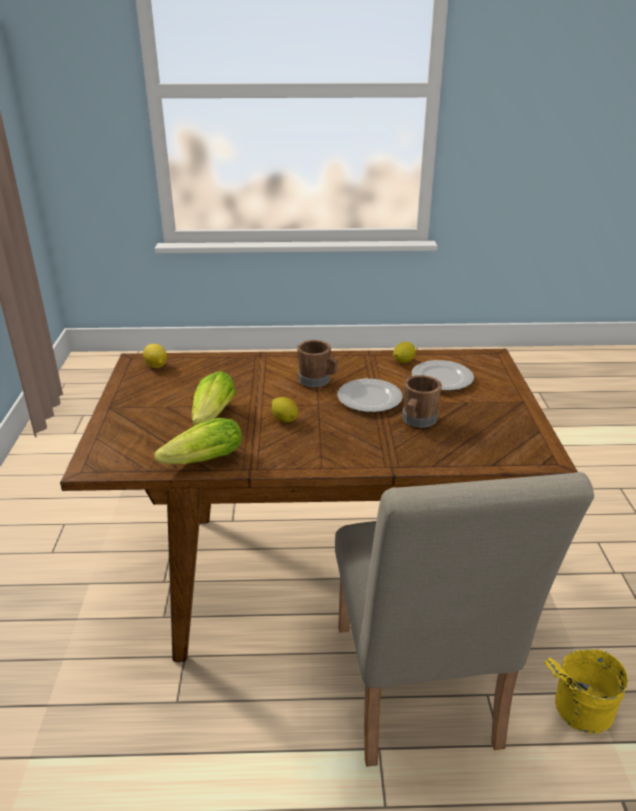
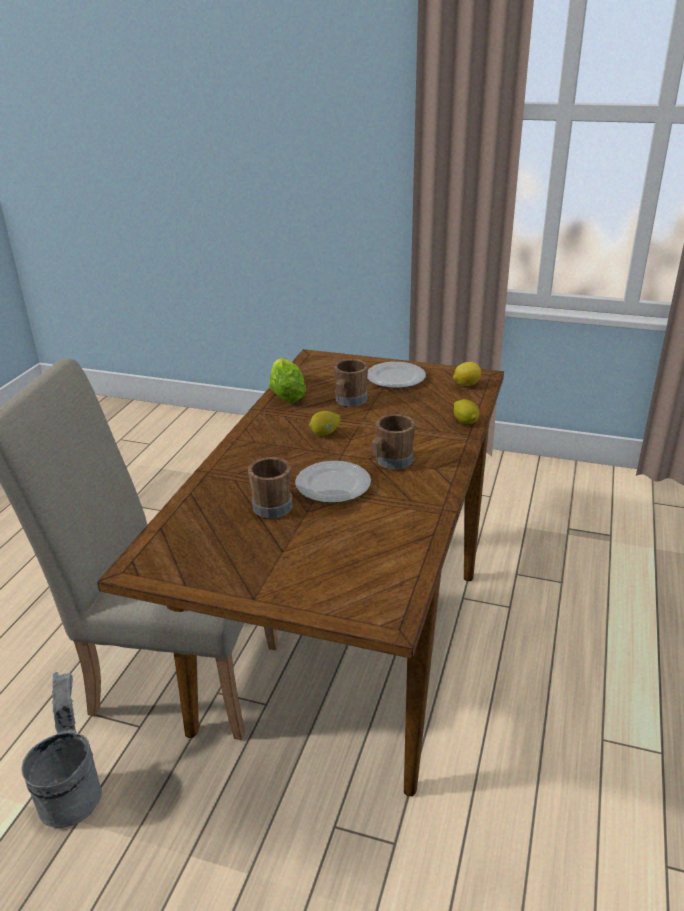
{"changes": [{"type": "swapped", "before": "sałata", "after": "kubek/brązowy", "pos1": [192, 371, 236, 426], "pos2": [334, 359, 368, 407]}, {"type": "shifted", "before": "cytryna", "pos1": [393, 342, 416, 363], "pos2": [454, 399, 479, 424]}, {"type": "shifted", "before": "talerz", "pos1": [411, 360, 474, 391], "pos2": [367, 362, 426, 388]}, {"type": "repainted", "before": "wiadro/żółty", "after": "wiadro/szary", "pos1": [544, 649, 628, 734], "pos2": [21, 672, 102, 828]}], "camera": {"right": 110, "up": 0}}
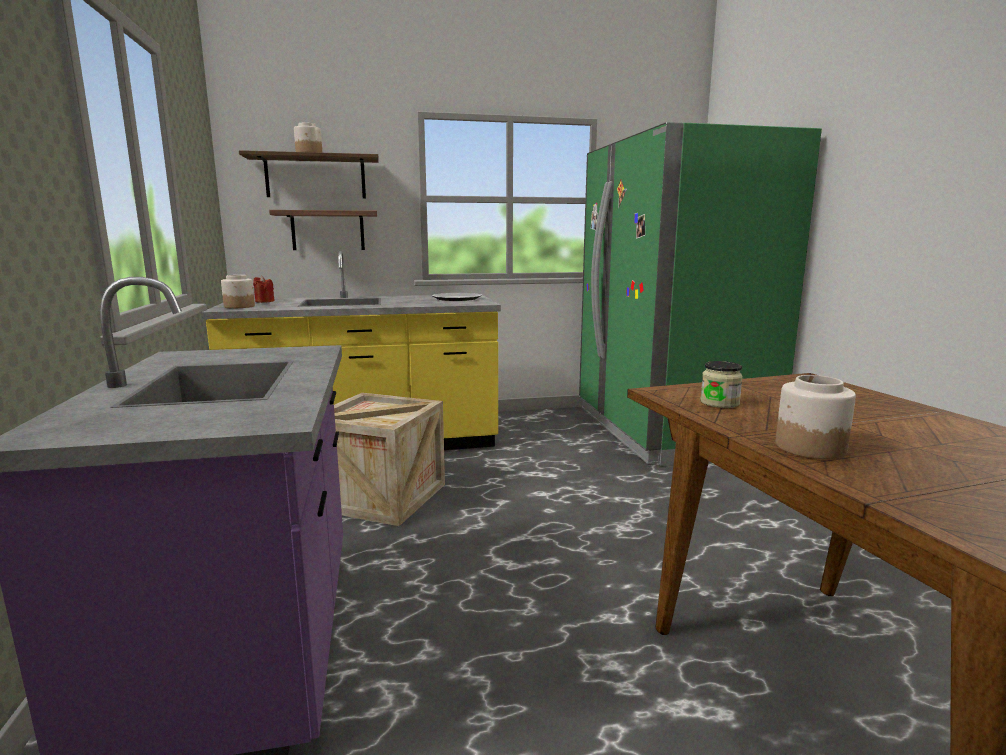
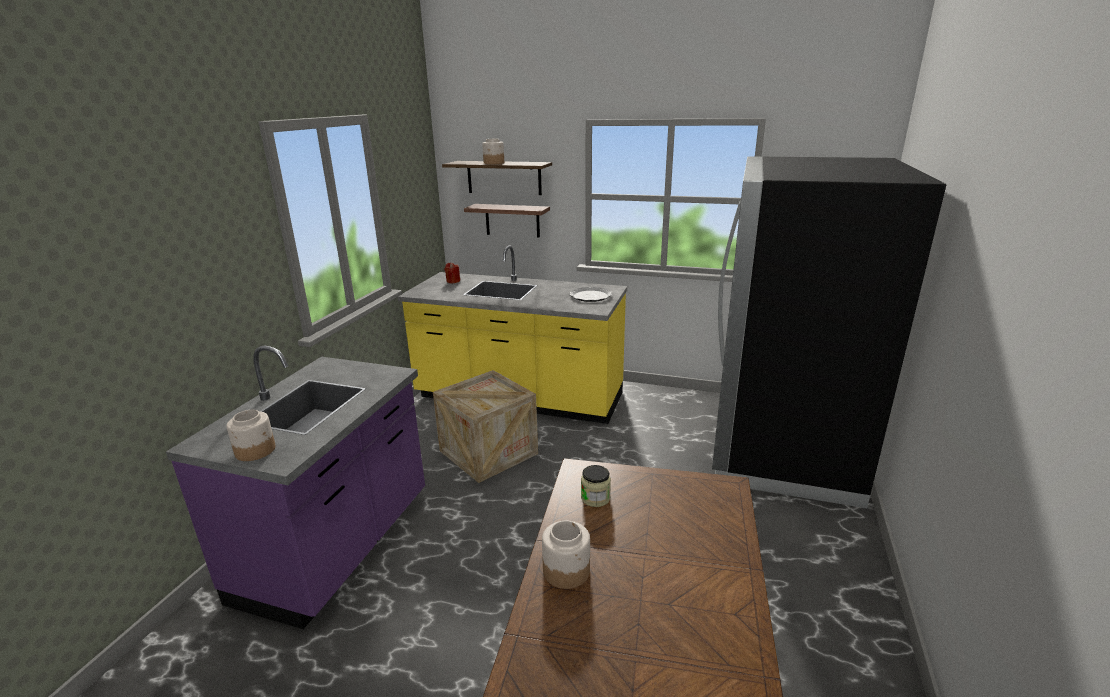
{"changes": [{"type": "shifted", "before": "słoik", "pos1": [221, 275, 255, 308], "pos2": [226, 410, 276, 461]}, {"type": "repainted", "before": "lodówka/zielony", "after": "lodówka/czarny", "pos1": [579, 122, 822, 466], "pos2": [712, 156, 946, 508]}], "camera": {"right": 30, "up": 10}}
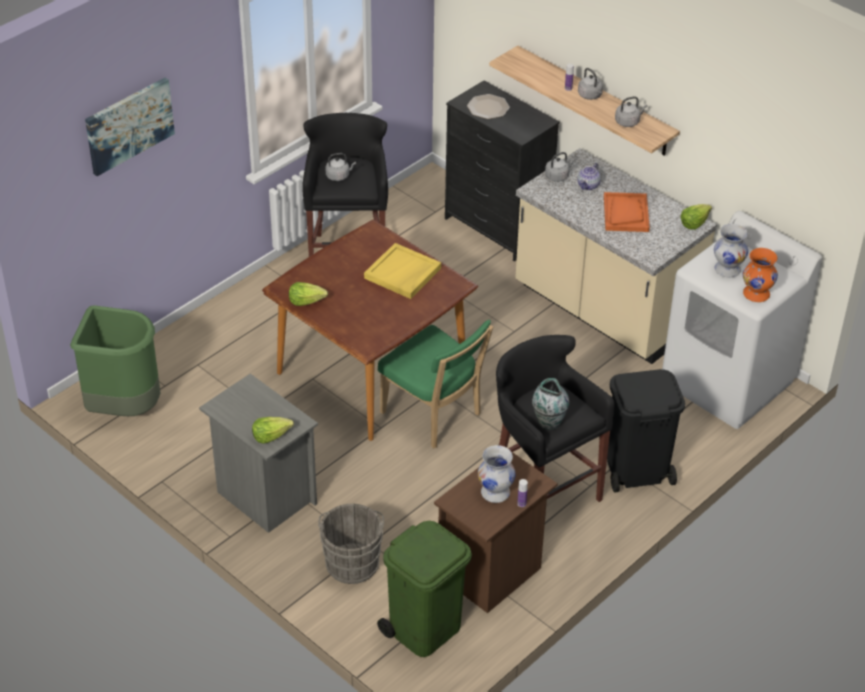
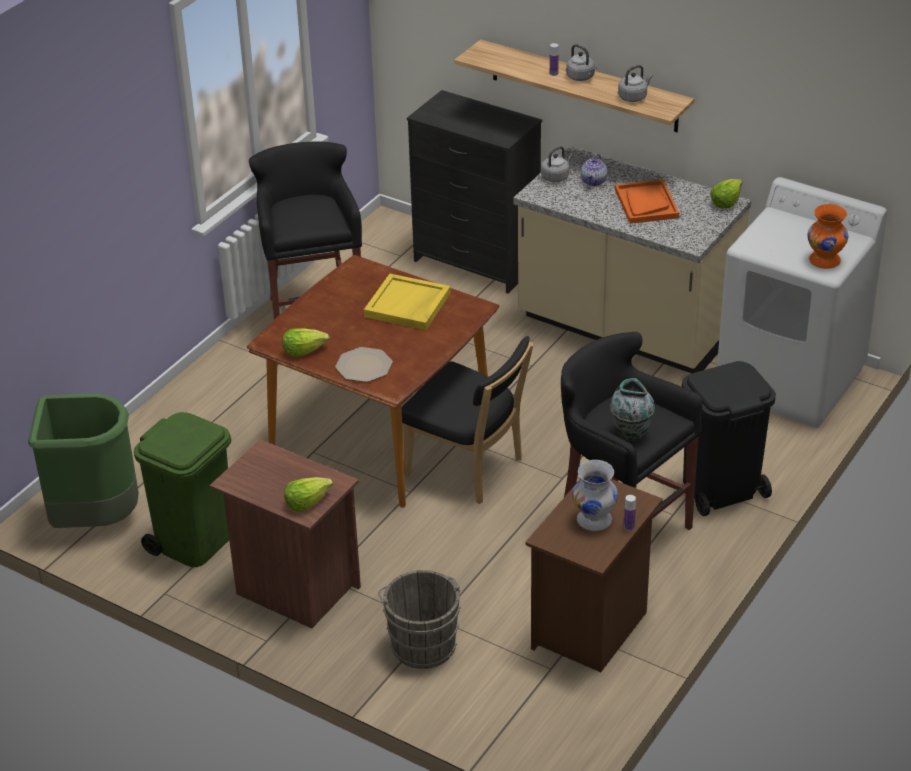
{"changes": [{"type": "gone", "before": "obraz", "pos1": [85, 78, 175, 176]}, {"type": "repainted", "before": "szafka nocna/szary", "after": "szafka nocna/brązowy", "pos1": [199, 374, 318, 533], "pos2": [210, 439, 361, 629]}, {"type": "gone", "before": "czajnik/szary", "pos1": [325, 153, 356, 181]}, {"type": "shifted", "before": "kosz na śmieci/zielony", "pos1": [377, 521, 472, 657], "pos2": [134, 412, 231, 567]}, {"type": "repainted", "before": "krzesło/zielony", "after": "krzesło/czarny", "pos1": [378, 320, 494, 449], "pos2": [402, 336, 534, 504]}, {"type": "shifted", "before": "talerz", "pos1": [467, 94, 510, 119], "pos2": [335, 347, 393, 382]}, {"type": "gone", "before": "wazon/biały", "pos1": [714, 224, 748, 278]}], "camera": {"right": -10, "up": -5}}
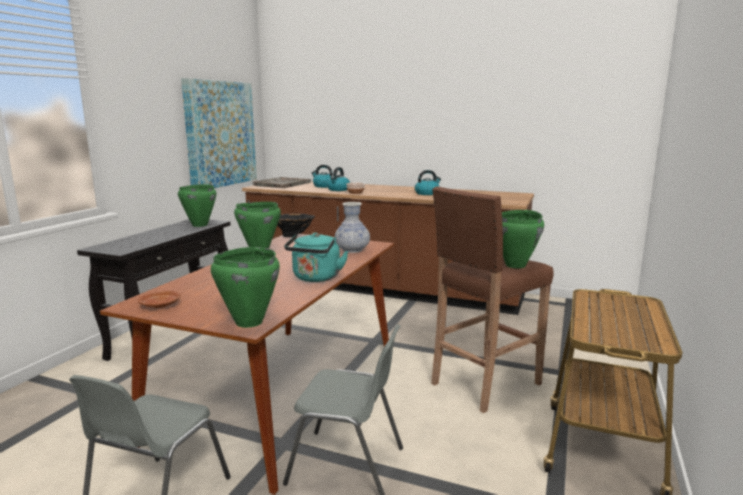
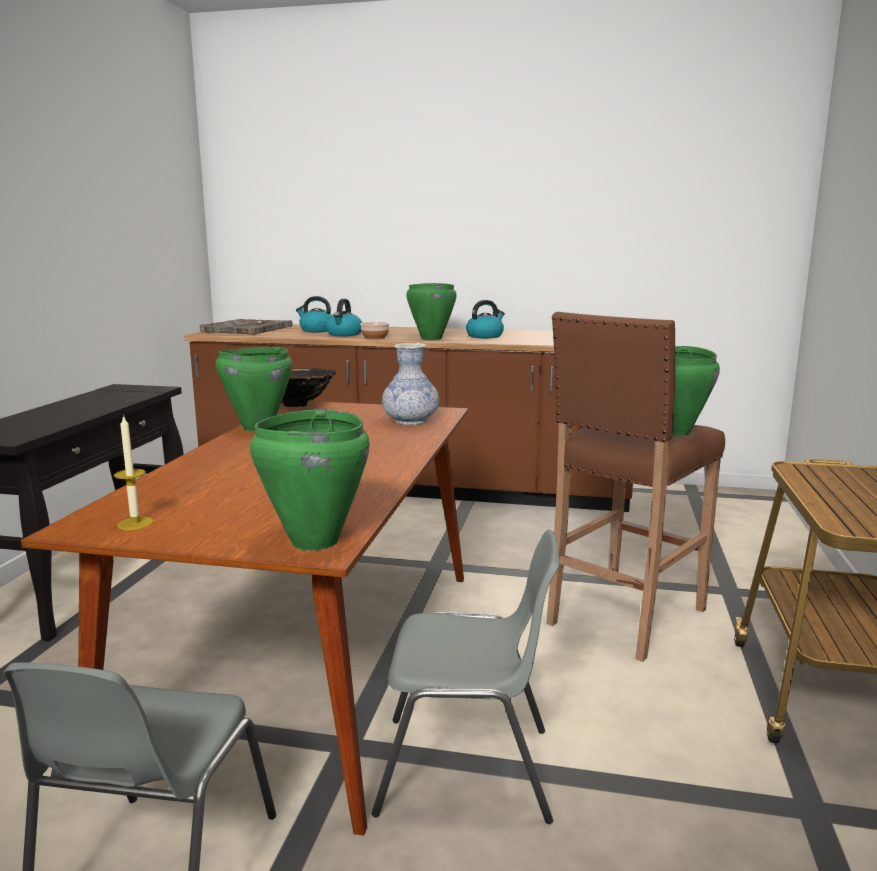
{"changes": [{"type": "swapped", "before": "talerz/brązowy", "after": "świeca", "pos1": [138, 291, 181, 308], "pos2": [114, 415, 154, 530]}, {"type": "shifted", "before": "garnek/zielony", "pos1": [178, 184, 216, 227], "pos2": [406, 283, 457, 340]}, {"type": "gone", "before": "obraz", "pos1": [181, 78, 257, 188]}, {"type": "gone", "before": "czajnik/turkusowy", "pos1": [284, 233, 349, 282]}], "camera": {"right": -10, "up": 0}}
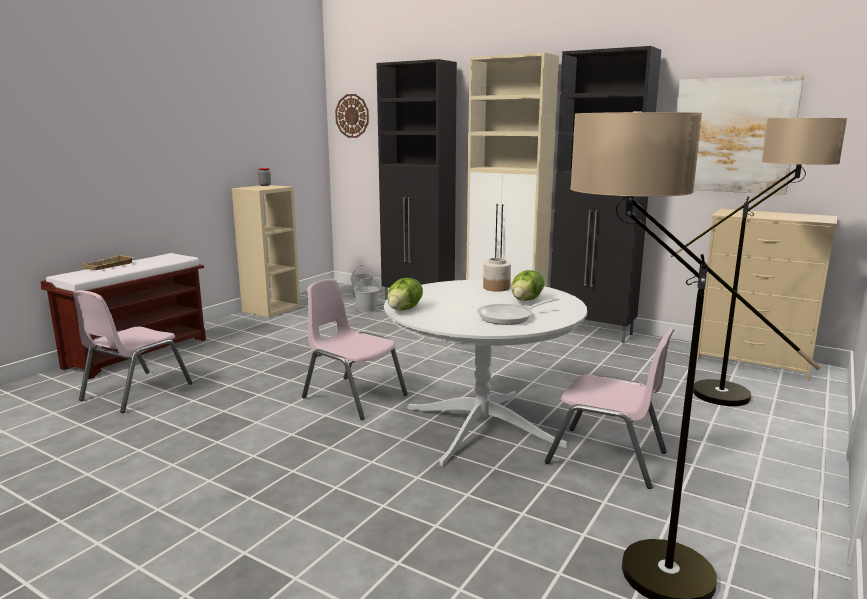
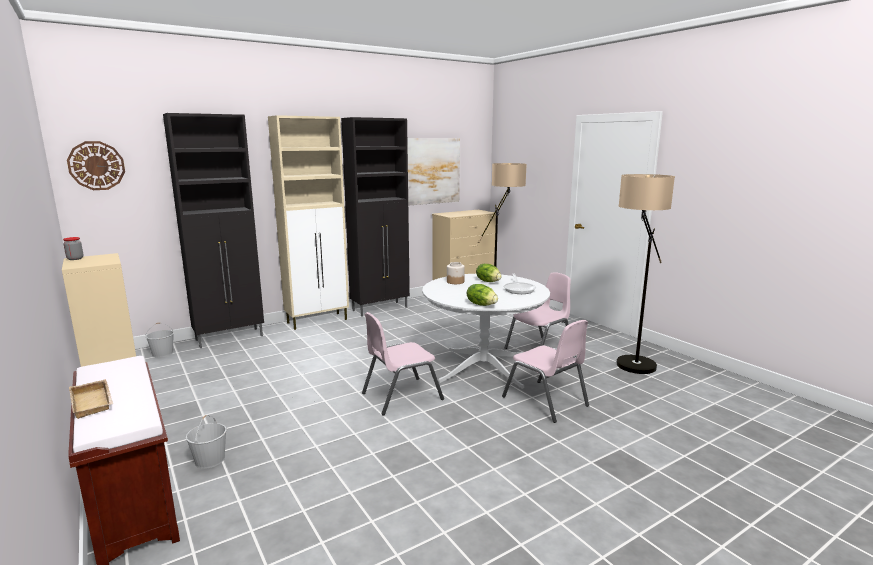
{"changes": [{"type": "shifted", "before": "krzesło/różowy", "pos1": [73, 290, 193, 413], "pos2": [502, 320, 589, 423]}, {"type": "shifted", "before": "wiadro/biały", "pos1": [354, 277, 380, 312], "pos2": [186, 415, 227, 469]}], "camera": {"right": -65, "up": 0}}
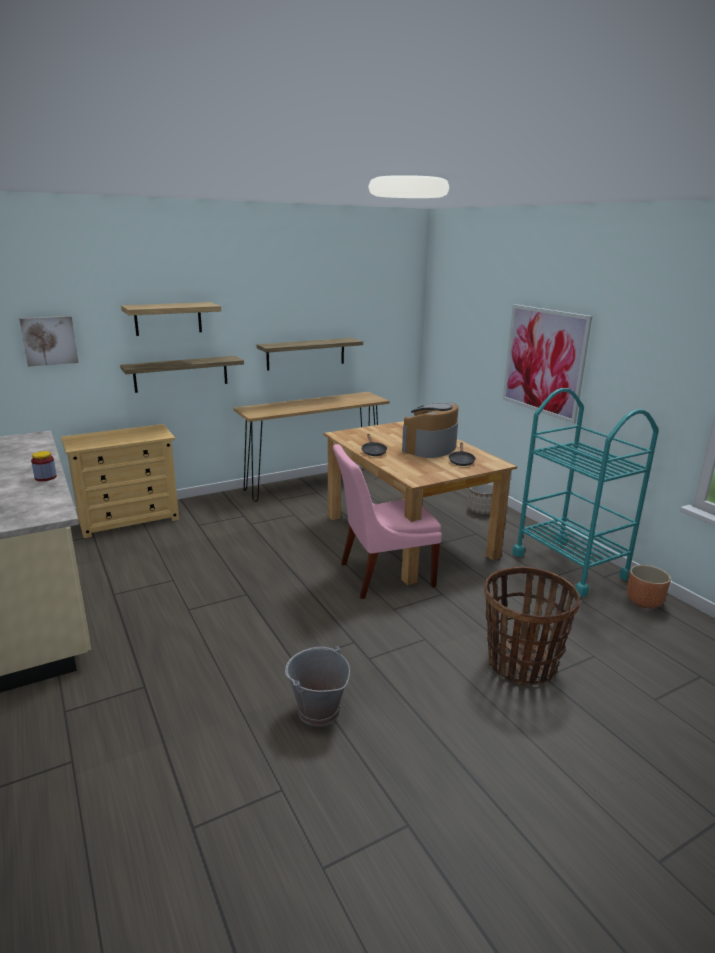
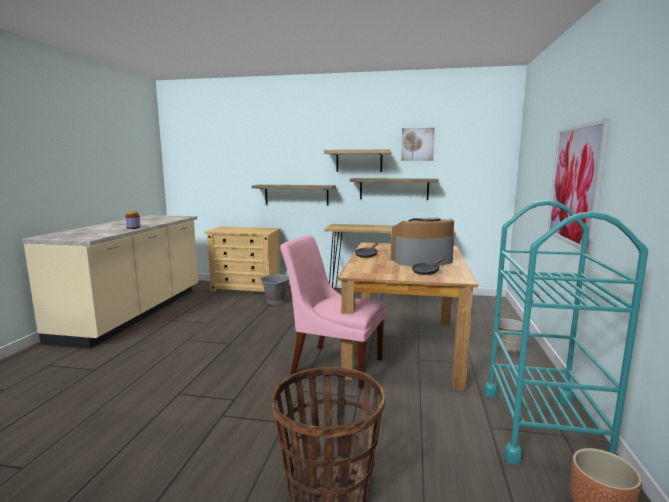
{"changes": [{"type": "shifted", "before": "obraz", "pos1": [19, 316, 79, 367], "pos2": [401, 128, 435, 161]}, {"type": "shifted", "before": "półka", "pos1": [121, 302, 221, 336], "pos2": [324, 149, 391, 172]}, {"type": "shifted", "before": "wiadro/szary", "pos1": [285, 646, 350, 726], "pos2": [260, 274, 289, 305]}], "camera": {"right": 40, "up": -10}}
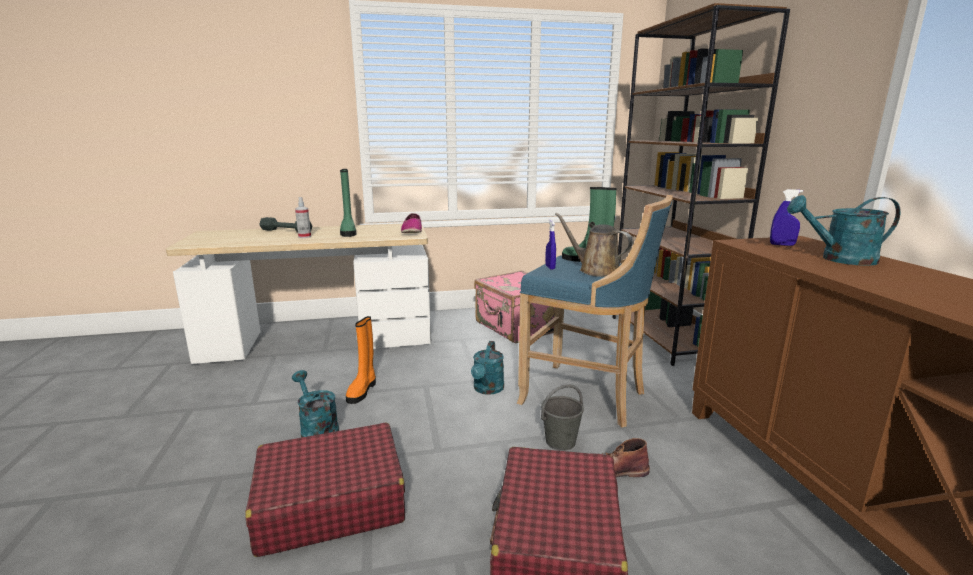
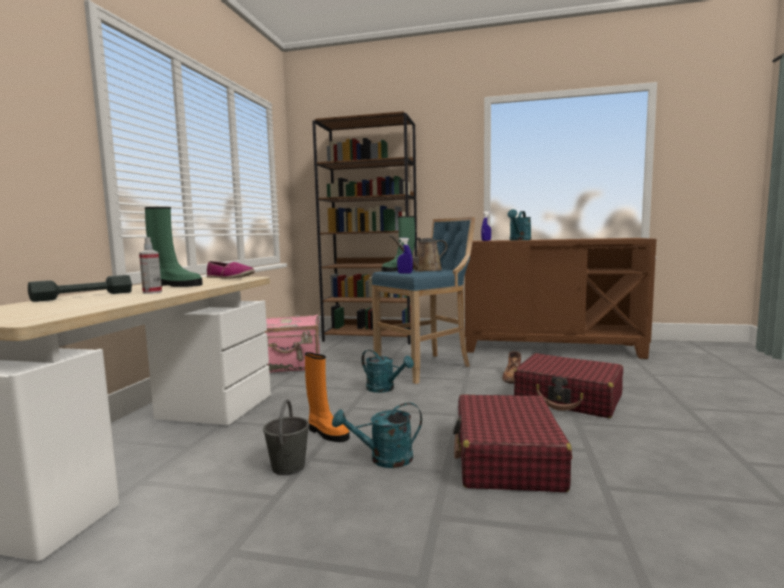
{"changes": [{"type": "shifted", "before": "wiadro/szary", "pos1": [541, 384, 584, 451], "pos2": [263, 399, 309, 475]}], "camera": {"right": -65, "up": -10}}
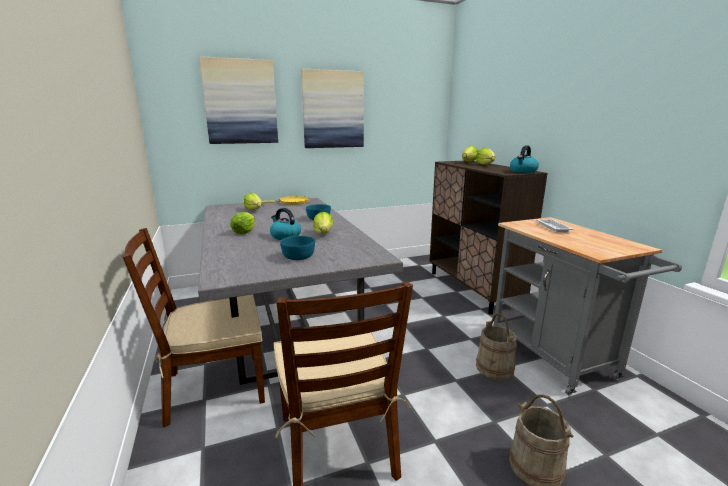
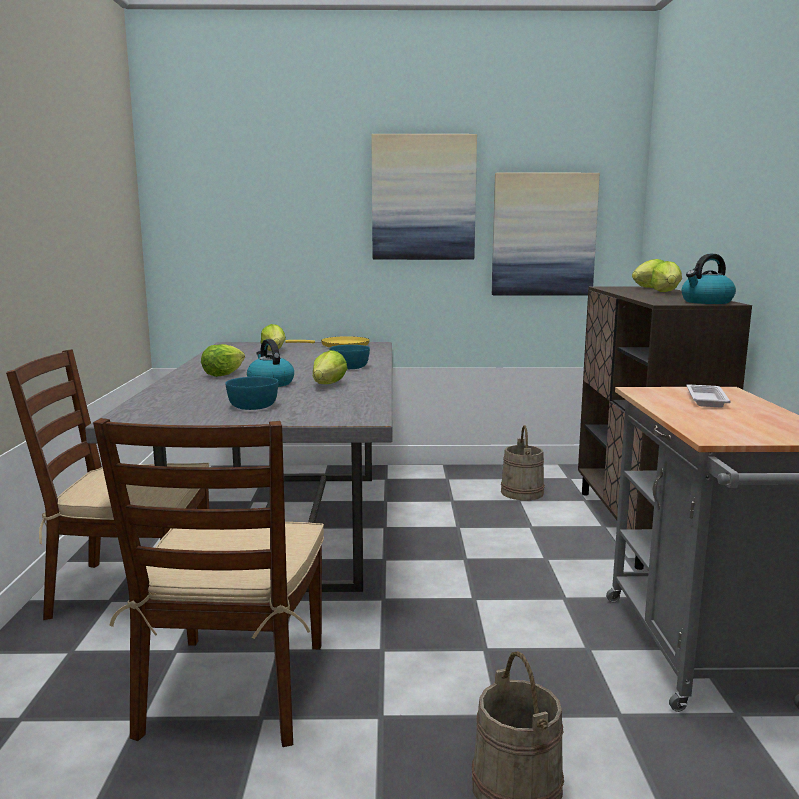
{"changes": [{"type": "shifted", "before": "obraz", "pos1": [199, 56, 278, 144], "pos2": [492, 173, 600, 295]}, {"type": "shifted", "before": "wiadro/beżowy", "pos1": [476, 313, 517, 380], "pos2": [501, 425, 545, 500]}], "camera": {"right": 20, "up": -5}}
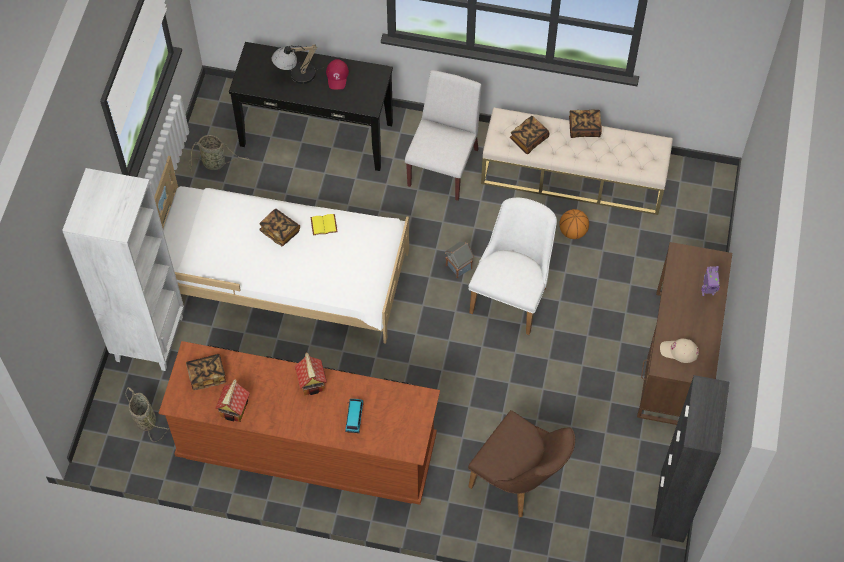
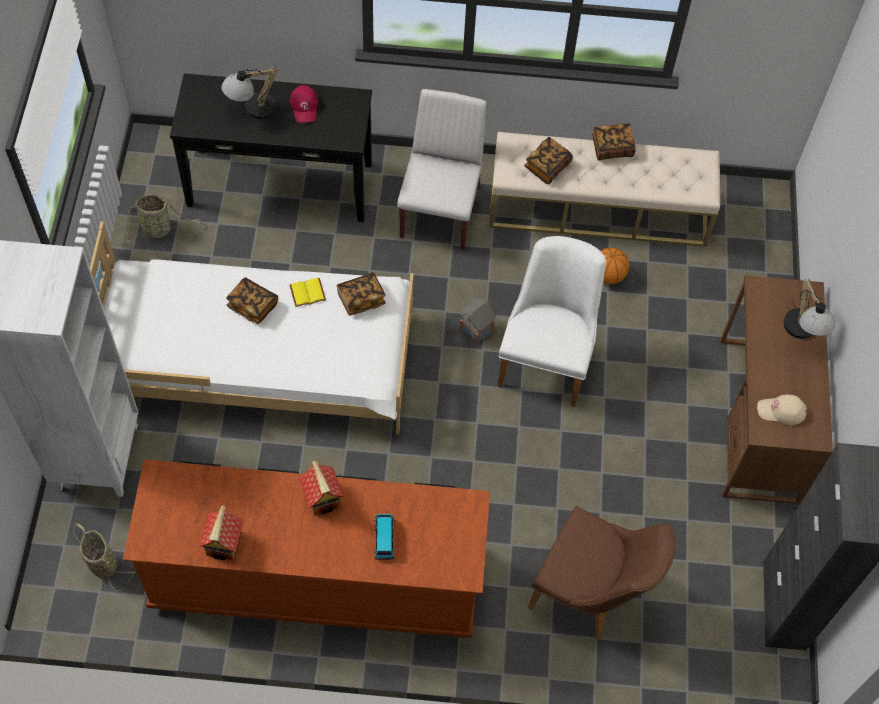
{"changes": [{"type": "shifted", "before": "książka", "pos1": [186, 354, 226, 390], "pos2": [336, 272, 386, 316]}, {"type": "swapped", "before": "robot zabawkowy", "after": "lampa stołowa", "pos1": [701, 266, 720, 296], "pos2": [783, 279, 835, 339]}], "camera": {"right": -10, "up": 0}}
